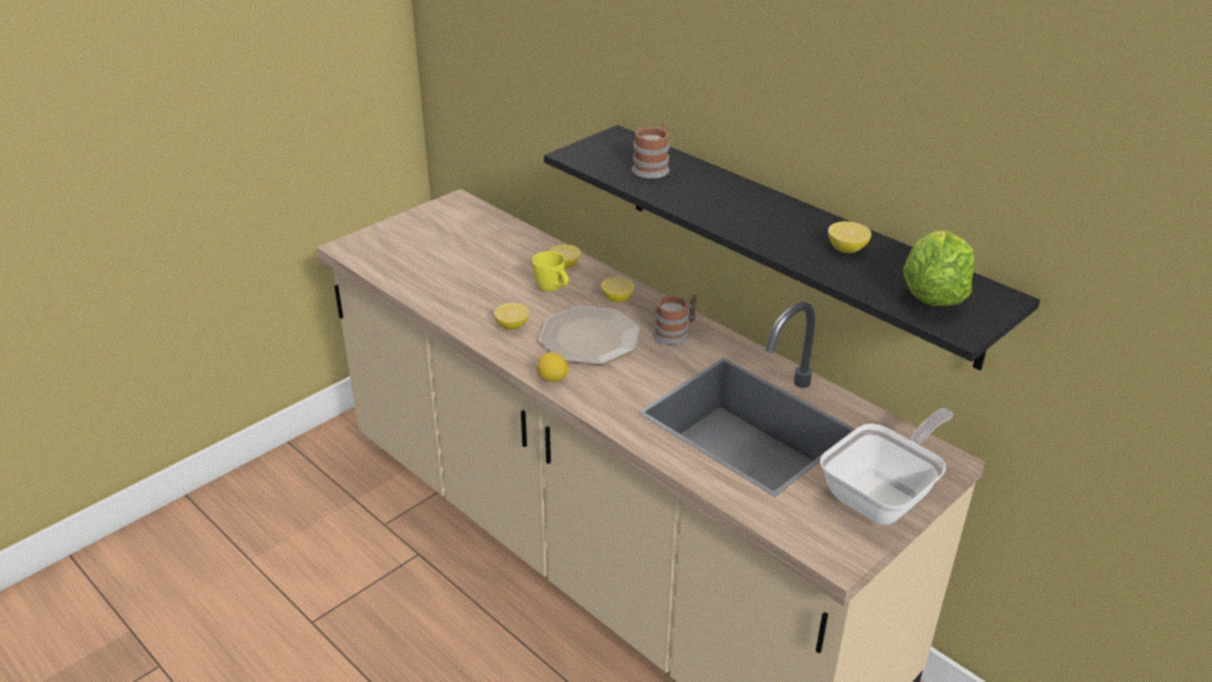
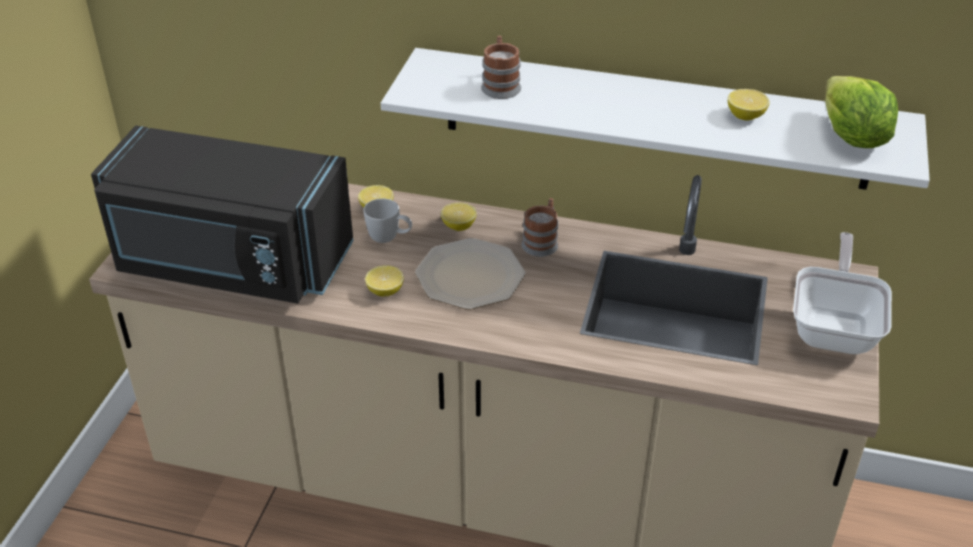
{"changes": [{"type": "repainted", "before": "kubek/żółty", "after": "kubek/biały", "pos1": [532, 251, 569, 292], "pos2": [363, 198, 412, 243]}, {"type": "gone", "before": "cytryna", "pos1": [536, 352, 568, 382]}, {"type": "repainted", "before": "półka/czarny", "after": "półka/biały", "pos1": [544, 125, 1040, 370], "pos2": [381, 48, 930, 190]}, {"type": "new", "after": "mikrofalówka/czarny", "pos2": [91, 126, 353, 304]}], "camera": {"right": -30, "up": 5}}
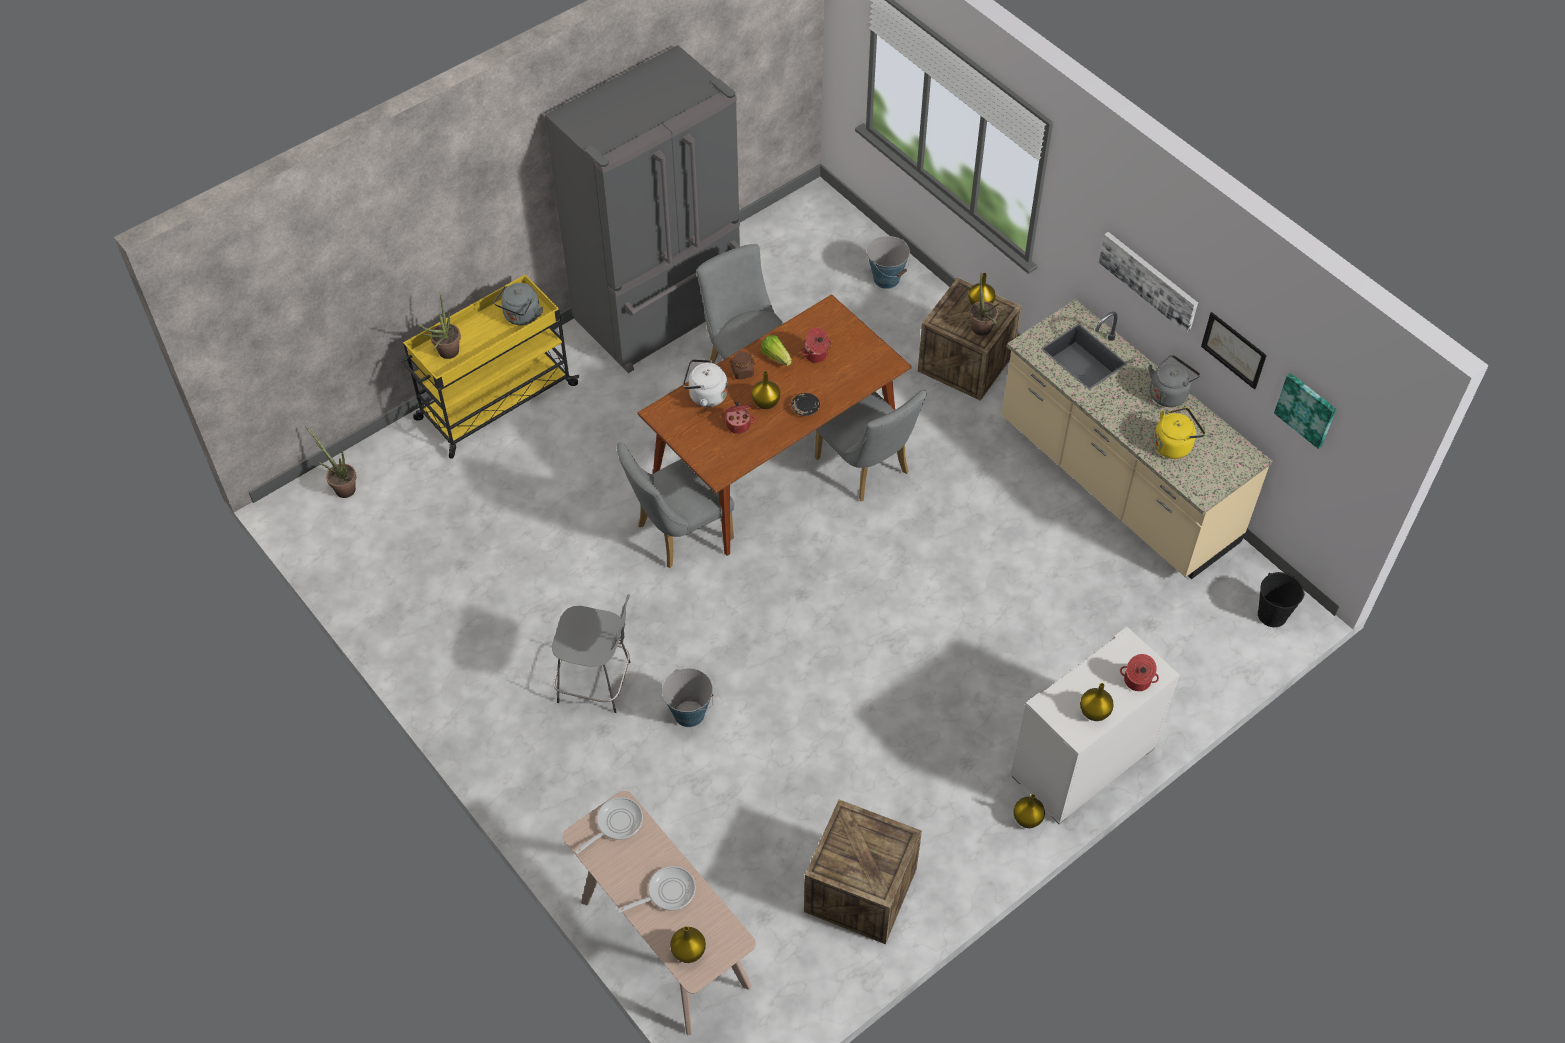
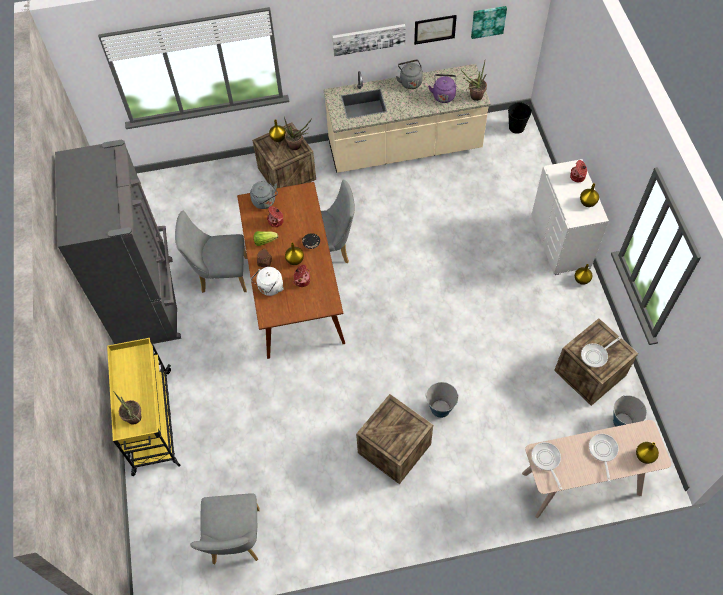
{"changes": [{"type": "shifted", "before": "roślina doniczkowa", "pos1": [305, 426, 356, 498], "pos2": [461, 61, 487, 101]}, {"type": "shifted", "before": "czajnik/szary", "pos1": [494, 283, 543, 325], "pos2": [250, 181, 278, 209]}, {"type": "swapped", "before": "stołek/szary", "after": "skrzynka", "pos1": [552, 594, 630, 713], "pos2": [356, 394, 433, 484]}, {"type": "shifted", "before": "krzesło/szary", "pos1": [617, 442, 734, 568], "pos2": [190, 493, 260, 565]}, {"type": "shifted", "before": "wiadro", "pos1": [867, 236, 910, 289], "pos2": [613, 395, 647, 427]}, {"type": "repainted", "before": "czajnik/żółty", "after": "czajnik/fioletowy", "pos1": [1153, 407, 1205, 459], "pos2": [428, 74, 457, 103]}, {"type": "new", "after": "patelnia", "pos2": [581, 337, 621, 368]}], "camera": {"right": -60, "up": 5}}
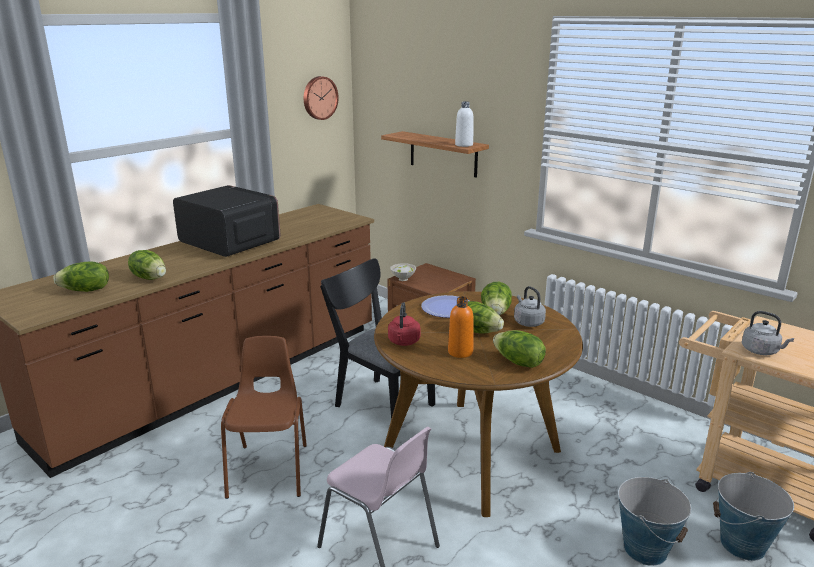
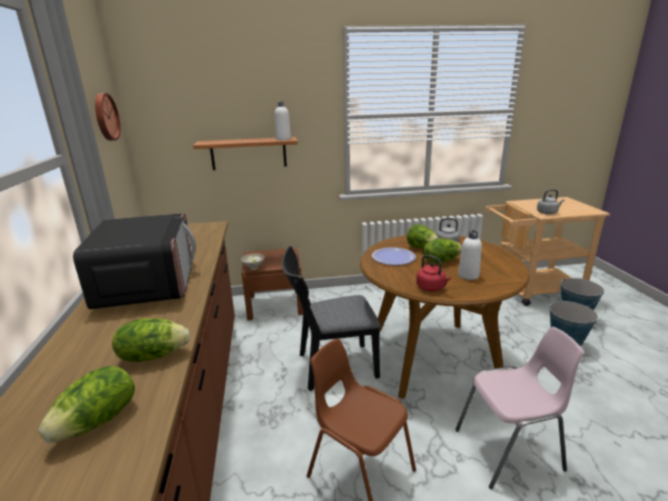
{"changes": [{"type": "rotated", "before": "mikrofalówka", "pos1": [173, 185, 281, 257], "pos2": [73, 213, 196, 309], "turn": 90}, {"type": "repainted", "before": "butelka/pomarańczowy", "after": "butelka/biały", "pos1": [448, 297, 474, 358], "pos2": [458, 230, 482, 280]}, {"type": "gone", "before": "sałata", "pos1": [493, 330, 546, 368]}], "camera": {"right": -50, "up": 0}}
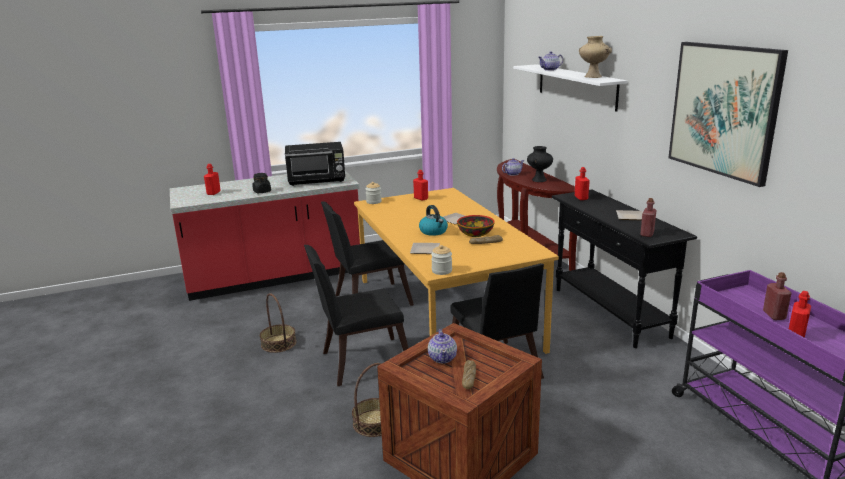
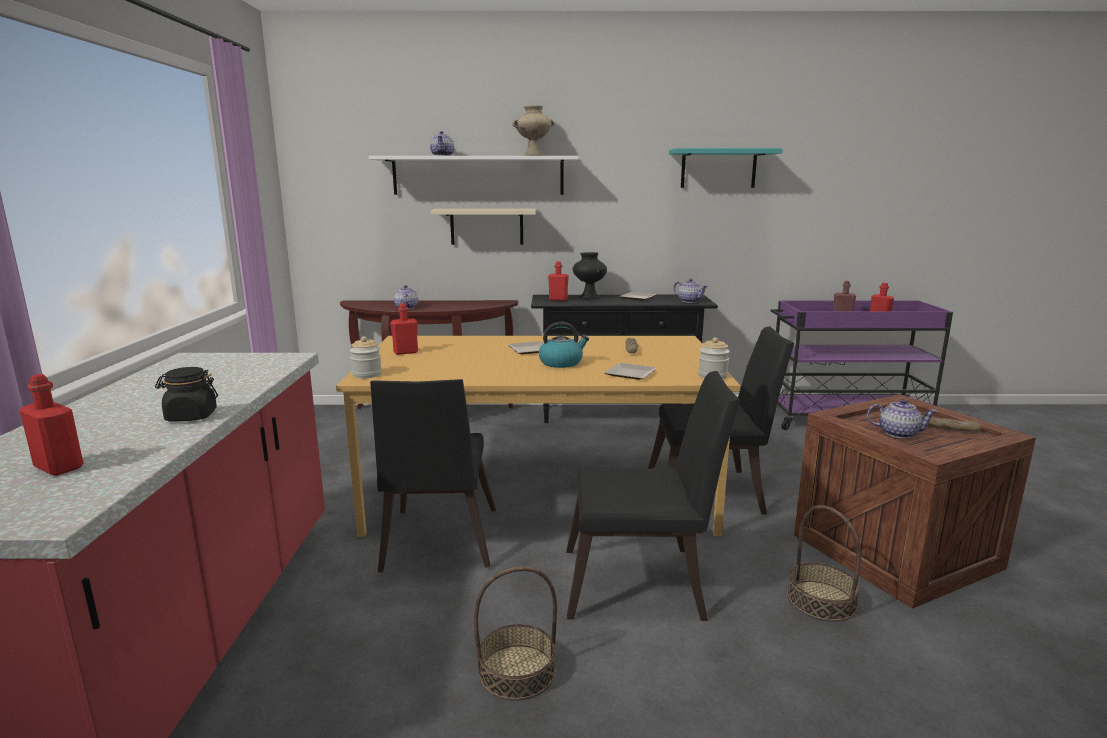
{"changes": [{"type": "gone", "before": "mikrofalówka/czarny", "pos1": [285, 142, 345, 186]}, {"type": "rotated", "before": "krzesło/czarny", "pos1": [304, 245, 408, 386], "pos2": [566, 371, 740, 621], "turn": -90}, {"type": "gone", "before": "miska", "pos1": [457, 215, 494, 237]}, {"type": "shifted", "before": "wazon/czarny", "pos1": [527, 146, 553, 182], "pos2": [573, 252, 607, 299]}, {"type": "swapped", "before": "butelka/czerwony", "after": "imbryk", "pos1": [640, 198, 656, 237], "pos2": [673, 278, 708, 303]}, {"type": "swapped", "before": "obraz", "after": "półka/turkusowy", "pos1": [668, 42, 788, 187], "pos2": [669, 148, 783, 188]}, {"type": "new", "after": "półka/beżowy", "pos2": [431, 208, 536, 245]}], "camera": {"right": -70, "up": -5}}
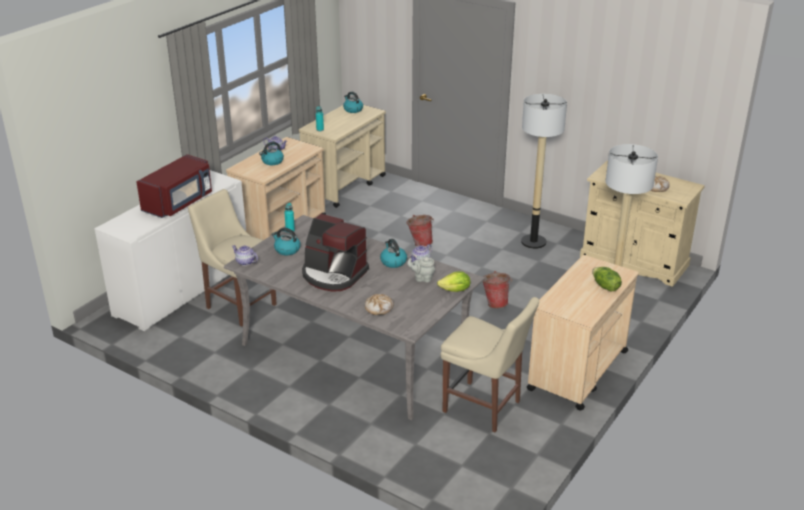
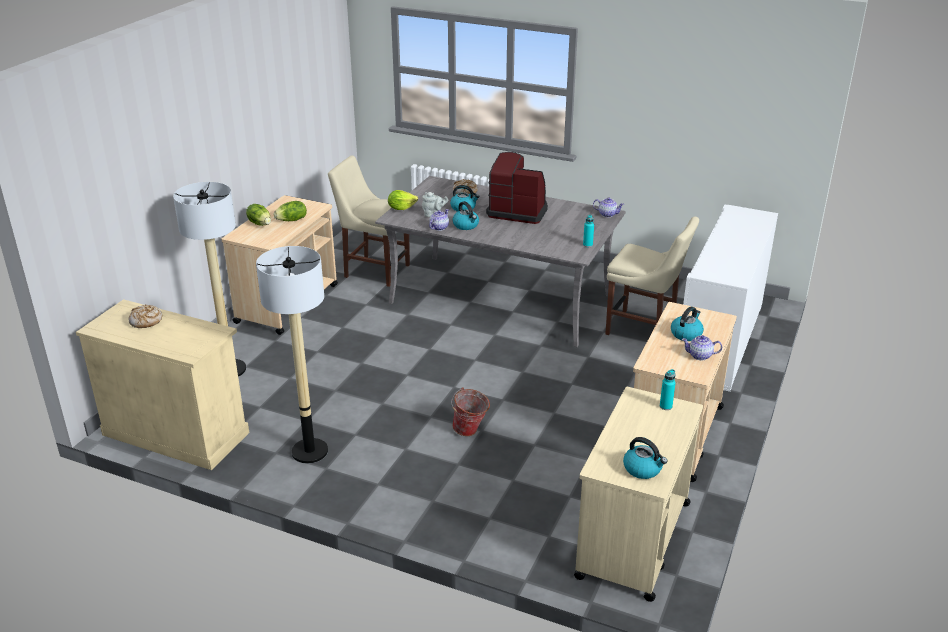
{"changes": [{"type": "gone", "before": "mikrofalówka/czerwony", "pos1": [136, 154, 212, 218]}, {"type": "shifted", "before": "czajnik", "pos1": [272, 228, 301, 255], "pos2": [450, 185, 480, 212]}, {"type": "gone", "before": "wiadro", "pos1": [483, 271, 512, 308]}, {"type": "new", "after": "sałata", "pos2": [274, 201, 307, 221]}], "camera": {"right": 170, "up": 0}}
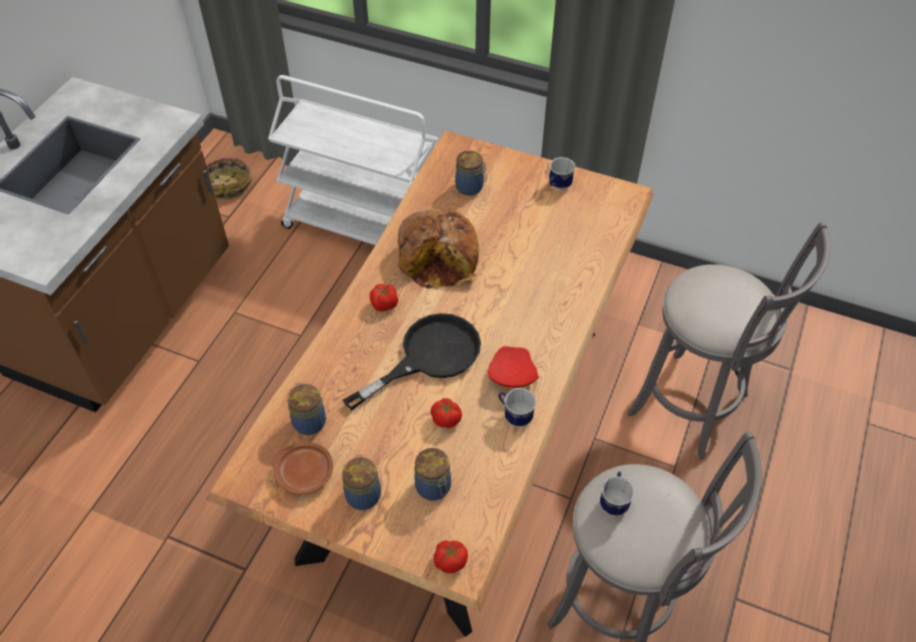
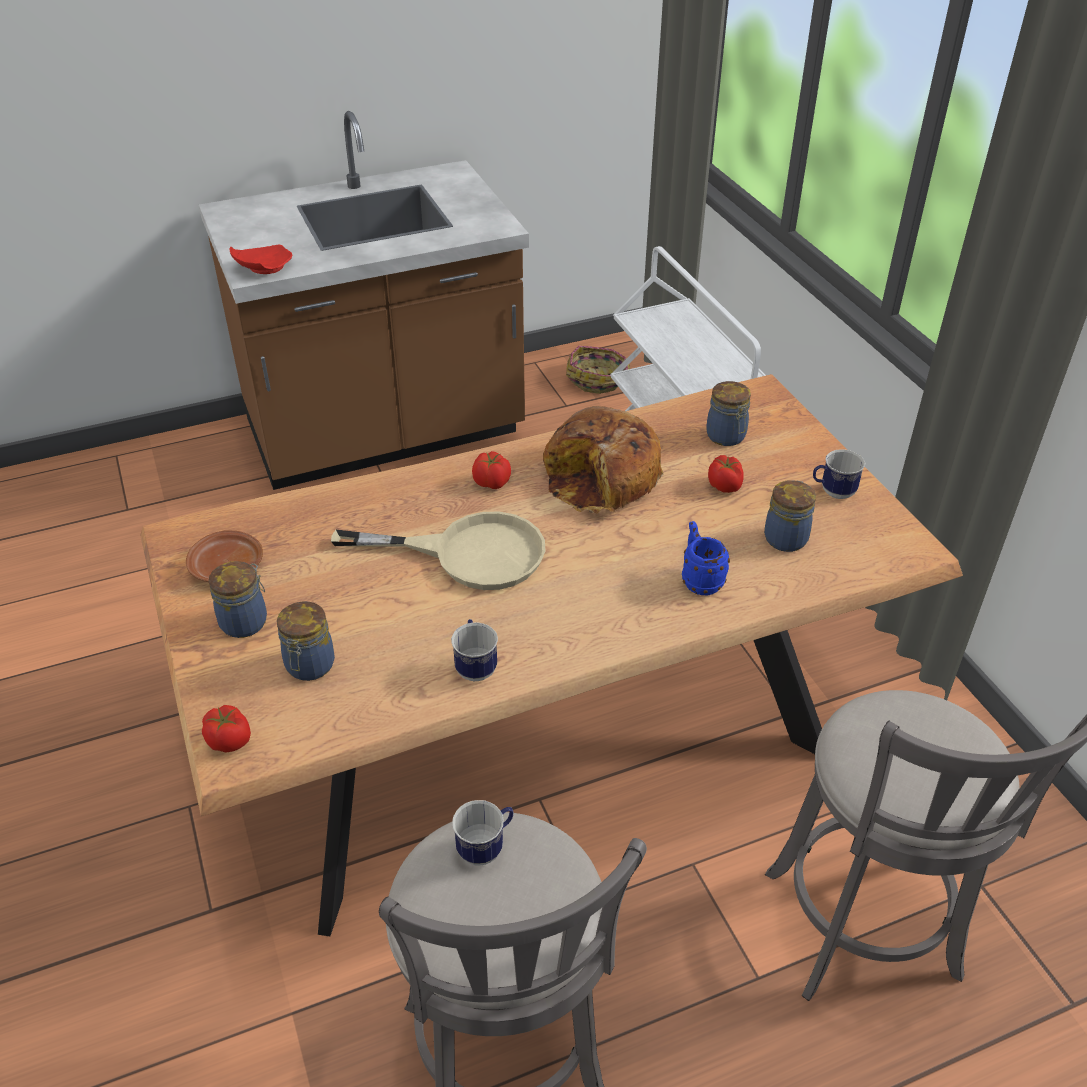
{"changes": [{"type": "shifted", "before": "słoik", "pos1": [287, 383, 326, 435], "pos2": [764, 480, 816, 552]}, {"type": "repainted", "before": "patelnia/czarny", "after": "patelnia/beżowy", "pos1": [343, 313, 481, 410], "pos2": [331, 511, 545, 590]}, {"type": "shifted", "before": "pomidor", "pos1": [430, 398, 462, 428], "pos2": [708, 455, 744, 493]}, {"type": "shifted", "before": "talerz/czerwony", "pos1": [488, 346, 539, 388], "pos2": [230, 245, 292, 274]}, {"type": "new", "after": "kubek/niebieski", "pos2": [682, 521, 730, 595]}], "camera": {"right": 45, "up": -10}}
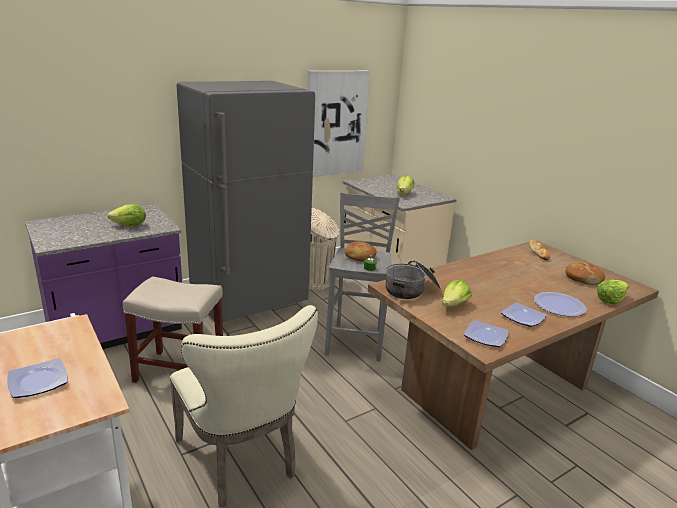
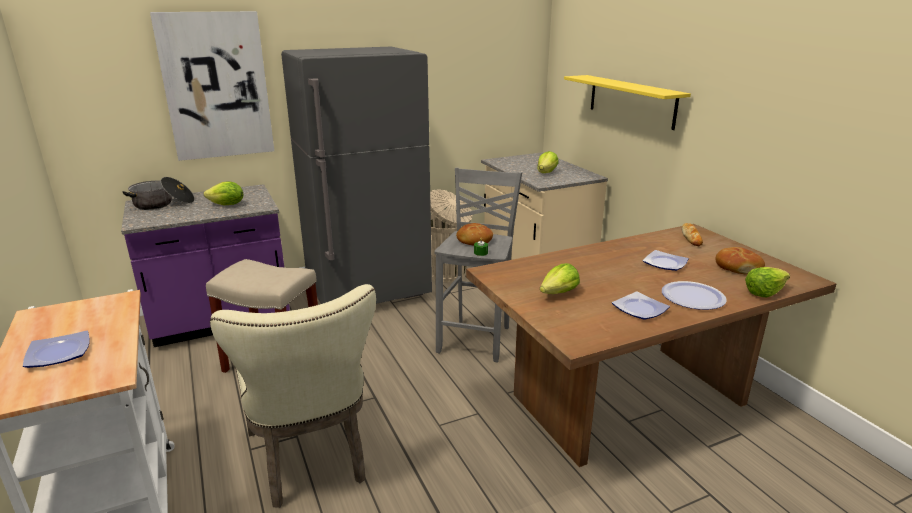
{"changes": [{"type": "shifted", "before": "obraz", "pos1": [307, 71, 370, 177], "pos2": [150, 11, 274, 161]}, {"type": "shifted", "before": "garnek", "pos1": [385, 260, 441, 299], "pos2": [123, 177, 195, 210]}, {"type": "shifted", "before": "talerz", "pos1": [464, 320, 509, 347], "pos2": [643, 250, 689, 271]}, {"type": "new", "after": "półka/żółty", "pos2": [564, 75, 691, 130]}], "camera": {"right": 10, "up": 0}}
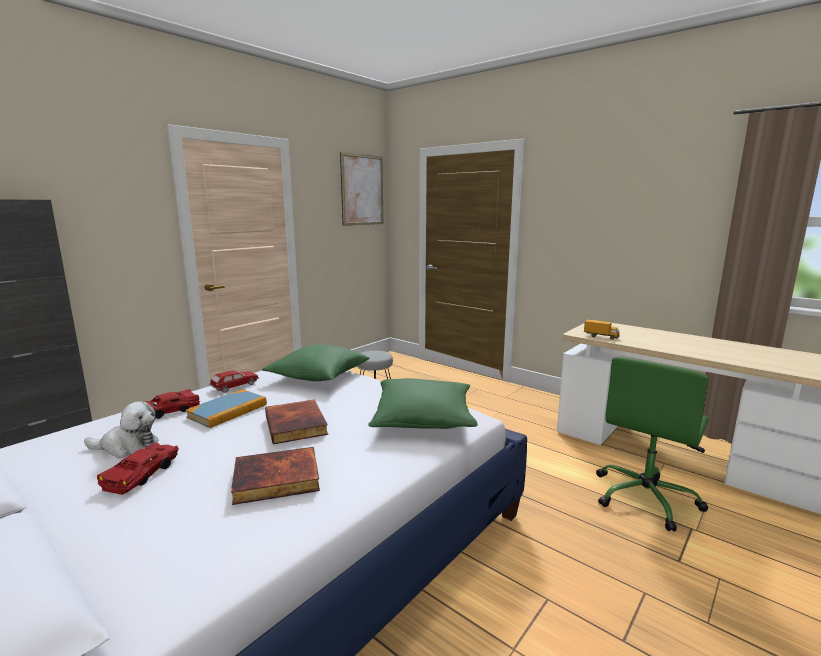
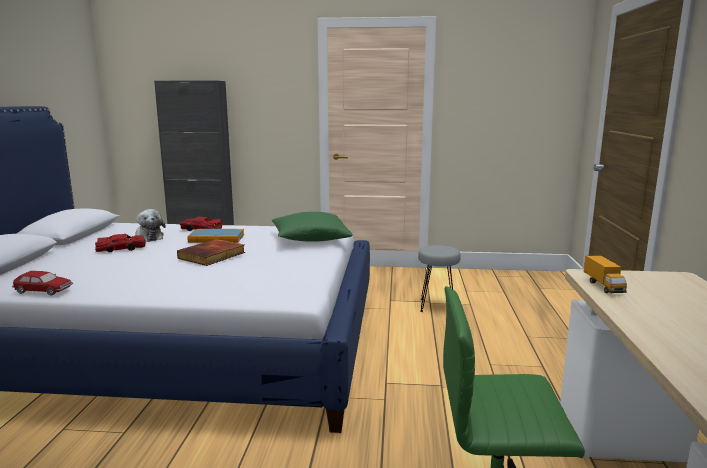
{"changes": [{"type": "shifted", "before": "samochodzik", "pos1": [209, 370, 259, 393], "pos2": [12, 271, 73, 295]}, {"type": "gone", "before": "książka", "pos1": [231, 447, 320, 505]}, {"type": "gone", "before": "obraz", "pos1": [340, 152, 383, 226]}, {"type": "gone", "before": "poduszka/zielony", "pos1": [368, 378, 478, 429]}], "camera": {"right": 55, "up": 0}}
